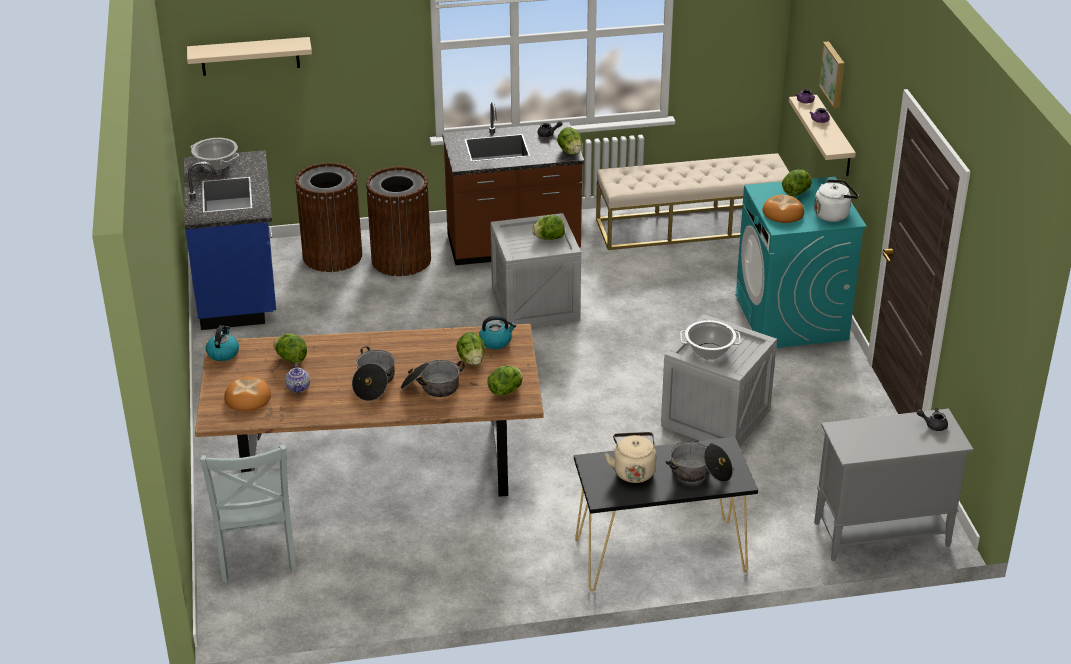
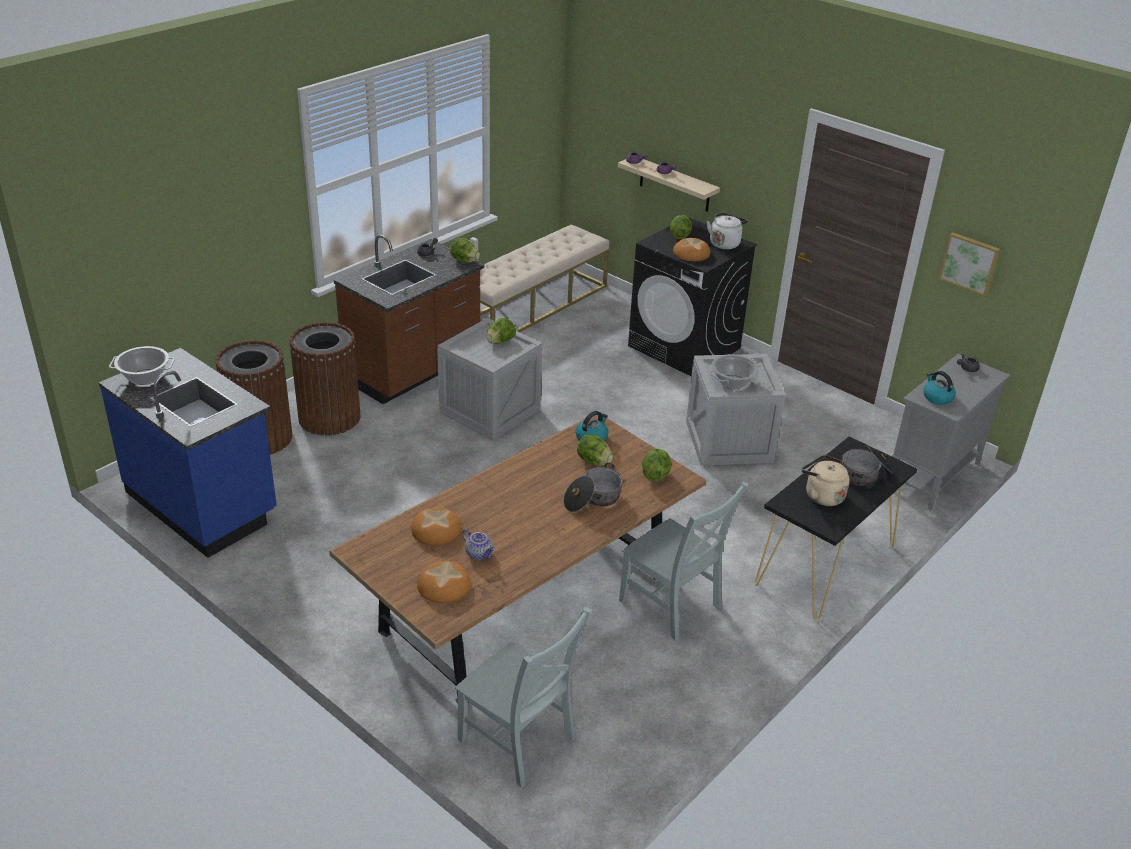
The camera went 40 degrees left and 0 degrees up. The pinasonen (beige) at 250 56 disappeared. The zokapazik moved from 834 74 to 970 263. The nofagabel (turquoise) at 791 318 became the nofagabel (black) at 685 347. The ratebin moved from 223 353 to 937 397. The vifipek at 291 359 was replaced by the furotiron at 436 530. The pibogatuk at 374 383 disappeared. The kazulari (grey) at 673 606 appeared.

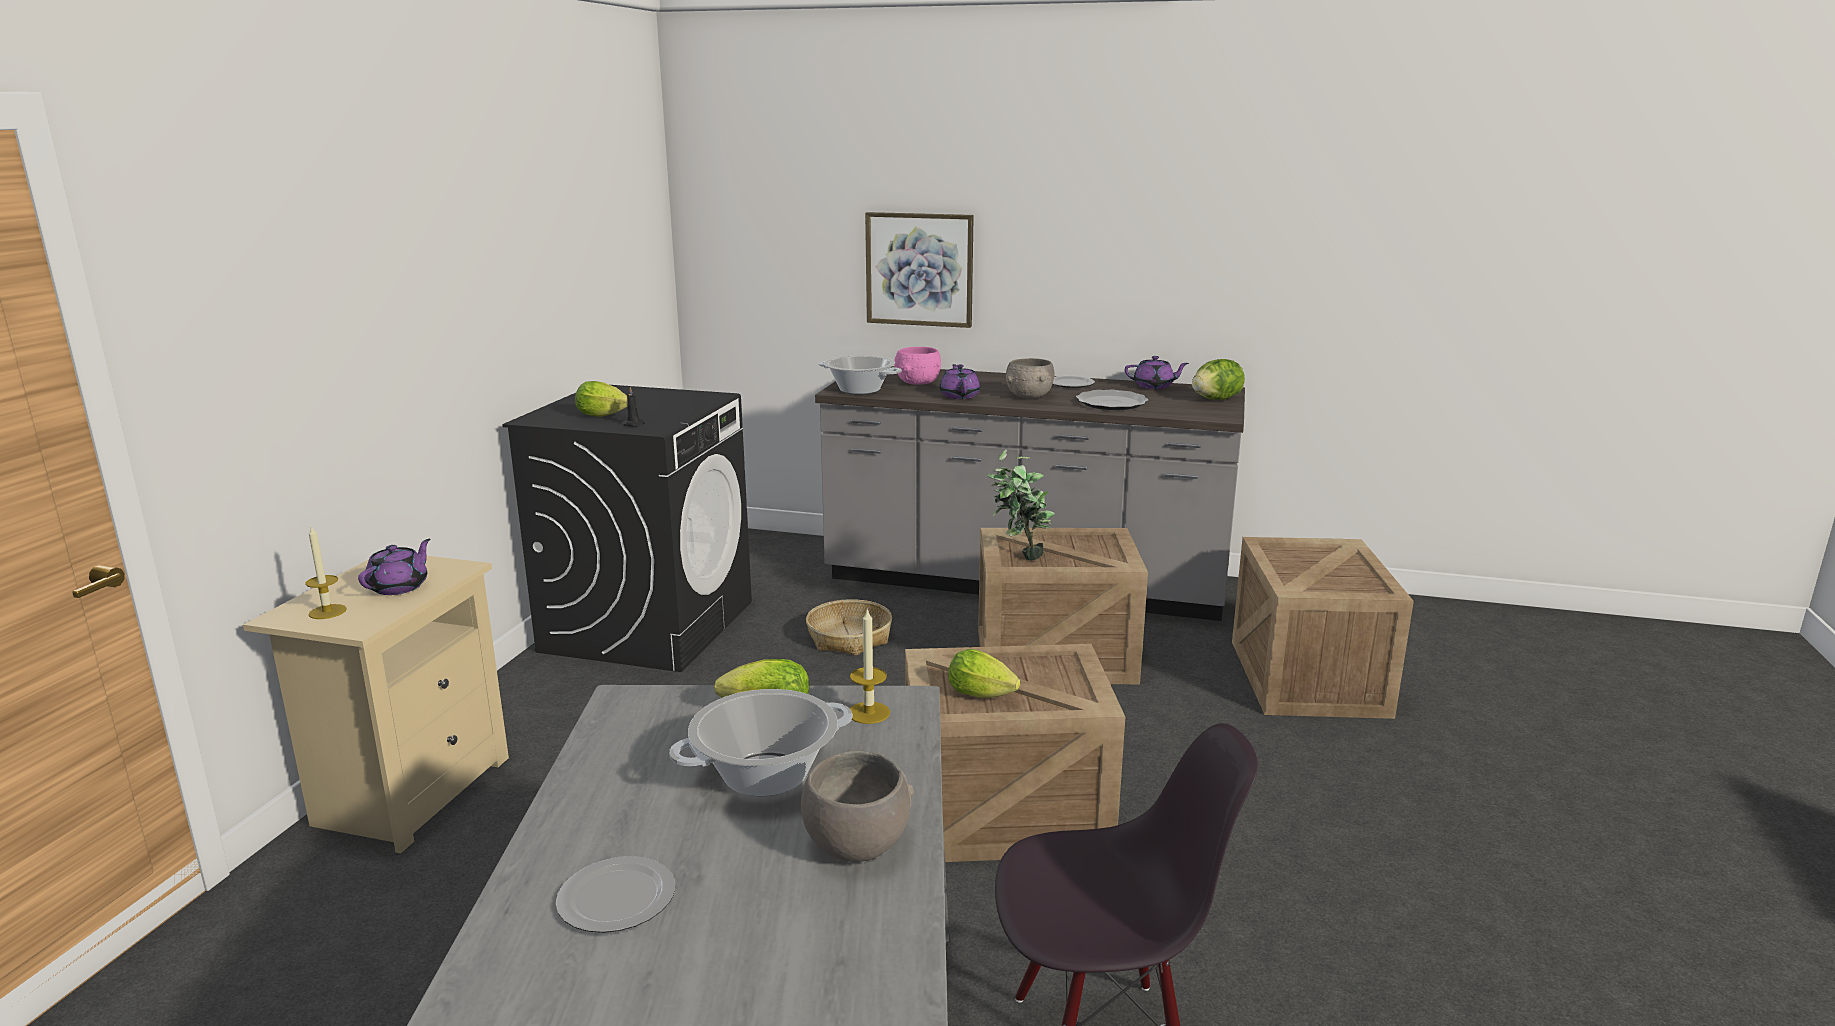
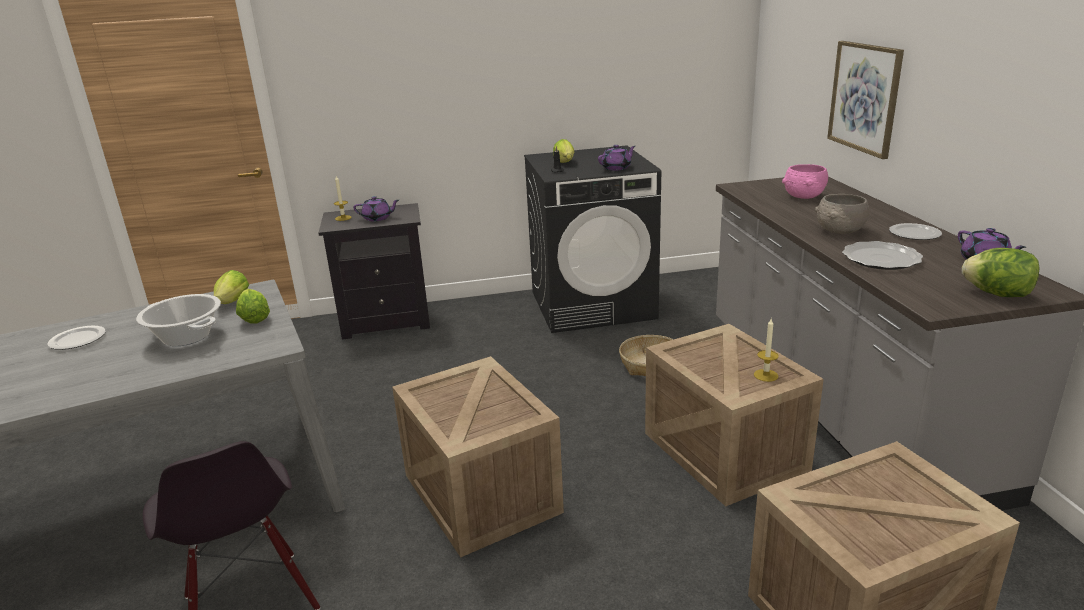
The camera went 65 degrees right and 5 degrees up. The pibogatuk at 860 390 disappeared. The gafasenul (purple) moved from 959 396 to 616 168. The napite at 1019 557 disappeared. The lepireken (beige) at 409 792 became the lepireken (black) at 387 321. The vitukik moved from 869 713 to 766 375. The vifipek moved from 984 696 to 231 303. The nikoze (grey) at 856 842 disappeared.

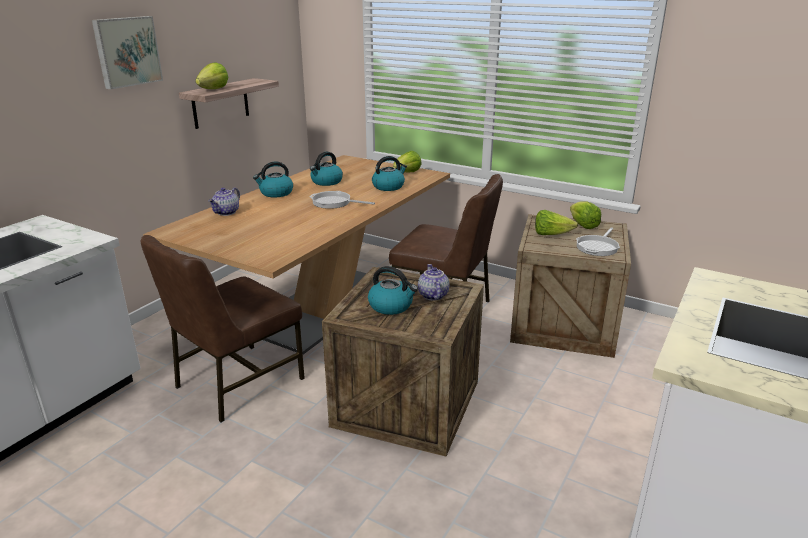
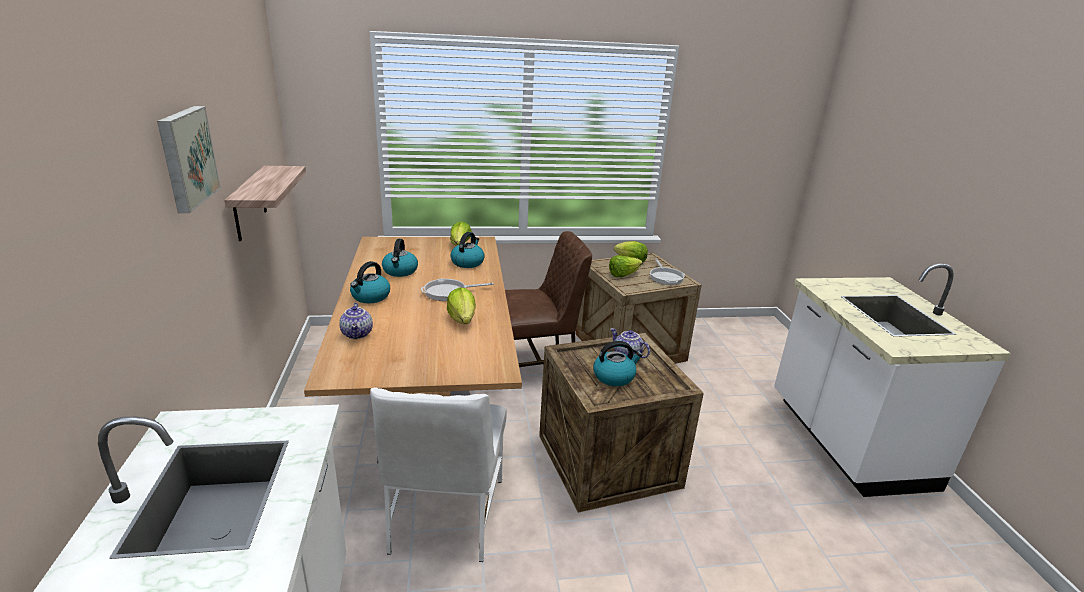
The camera went 40 degrees left and 0 degrees up. The vifipek moved from 213 89 to 462 320. The kazulari (brown) at 237 382 became the kazulari (white) at 445 516.

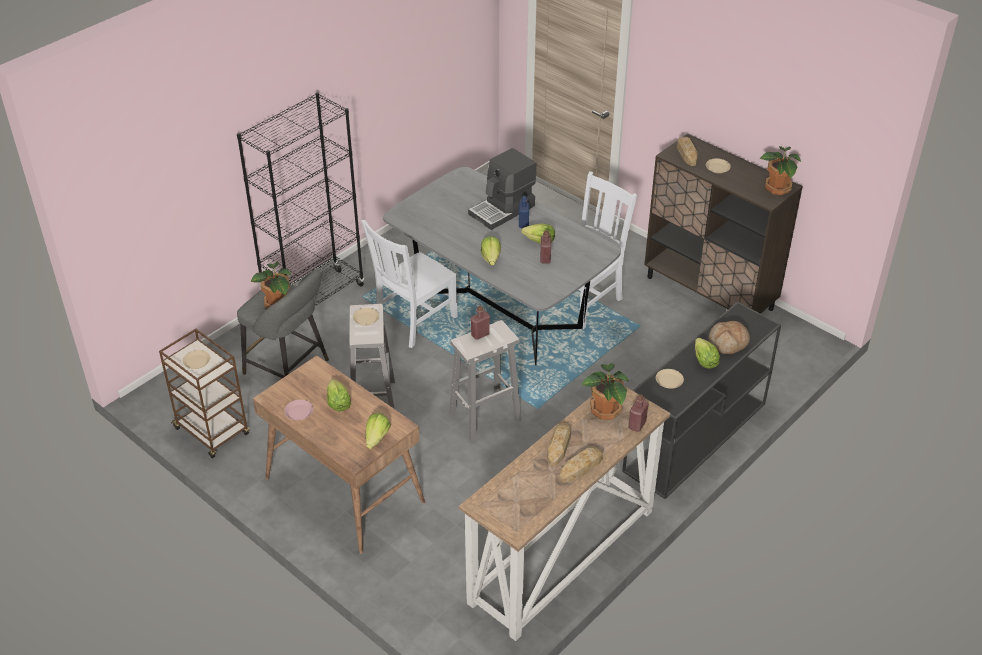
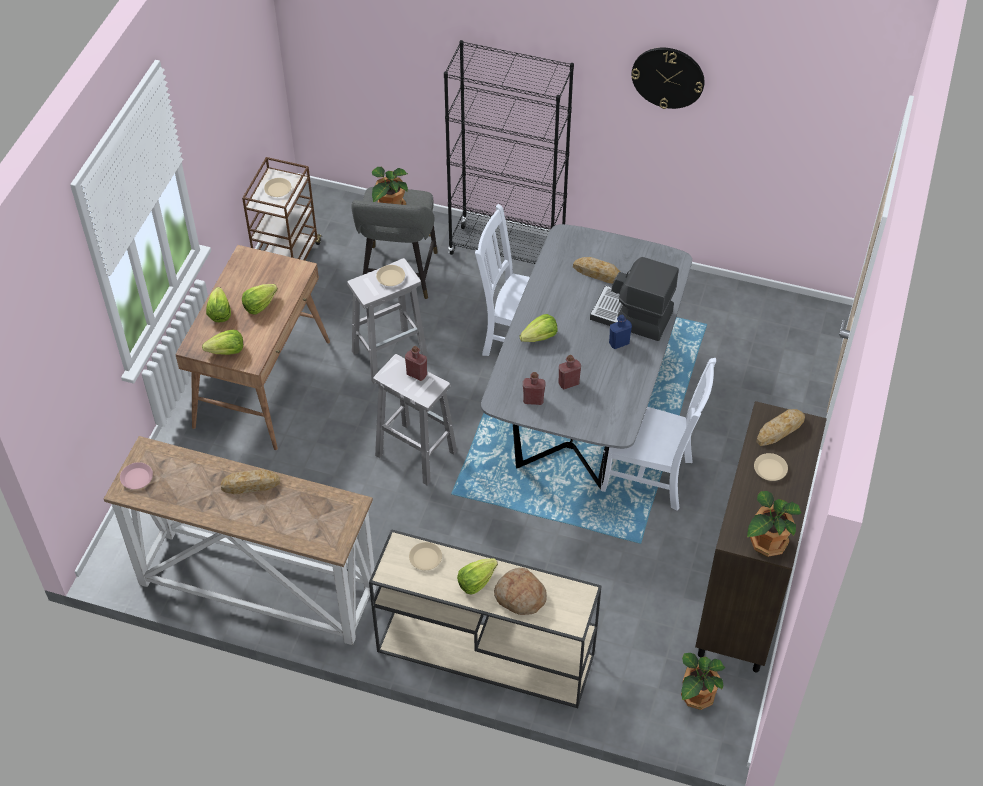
The camera went 65 degrees right and 10 degrees up. The vifipek moved from 539 241 to 219 313. The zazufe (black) at 694 438 became the zazufe (beige) at 483 653. The napite moved from 605 411 to 696 696. The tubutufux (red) moved from 637 425 to 533 400. The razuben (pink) moved from 299 412 to 137 478. The furotiron moved from 581 467 to 597 273. The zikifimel at 668 77 appeared.

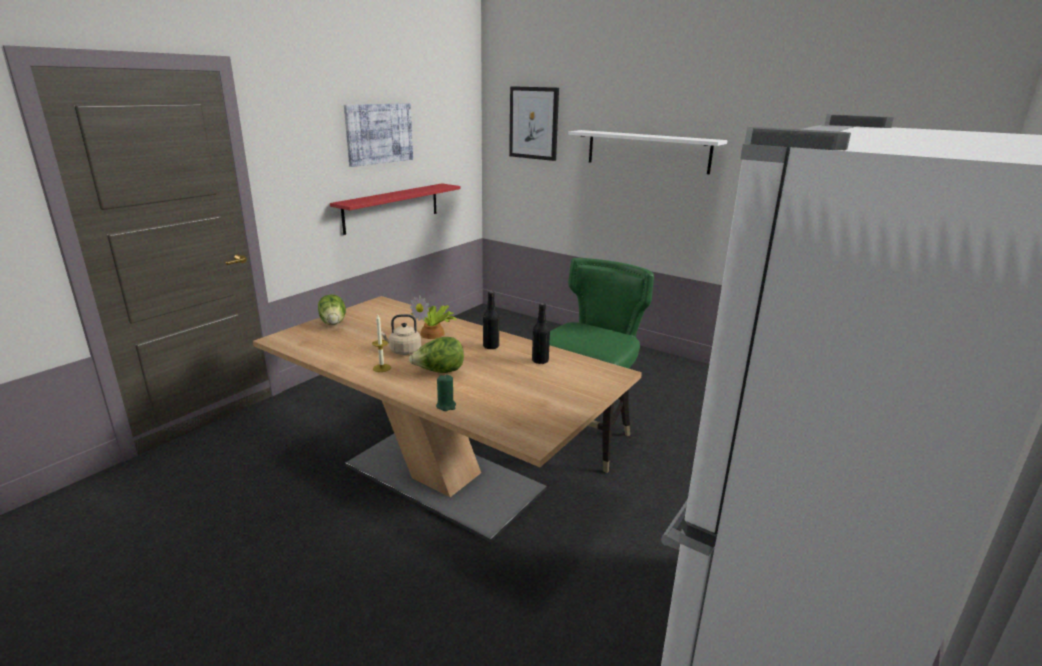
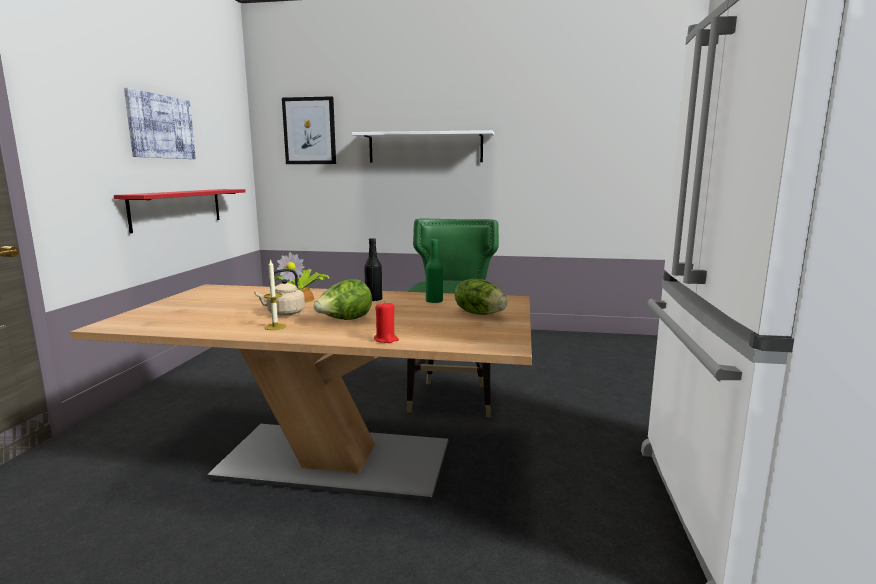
The camera went 25 degrees left and 10 degrees down. The vifipek moved from 334 322 to 480 313. The tubutufux (black) at 540 361 became the tubutufux (green) at 434 301. The vitukik (green) at 446 406 became the vitukik (red) at 386 339.

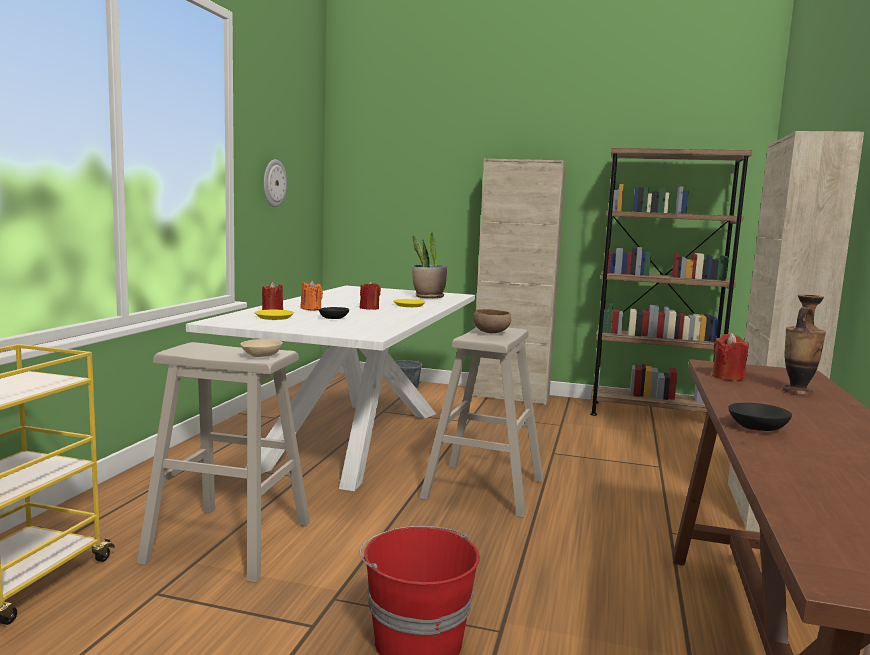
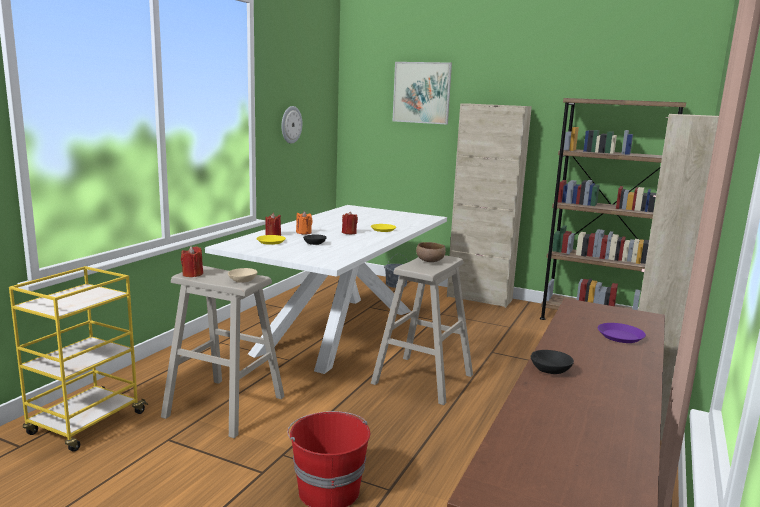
The camera went 10 degrees right and 5 degrees up. The napite at 428 297 disappeared. The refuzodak at 797 391 was replaced by the razuben (purple) at 620 336. The vitukik (red) moved from 728 377 to 192 274. The zokapazik at 421 92 appeared.

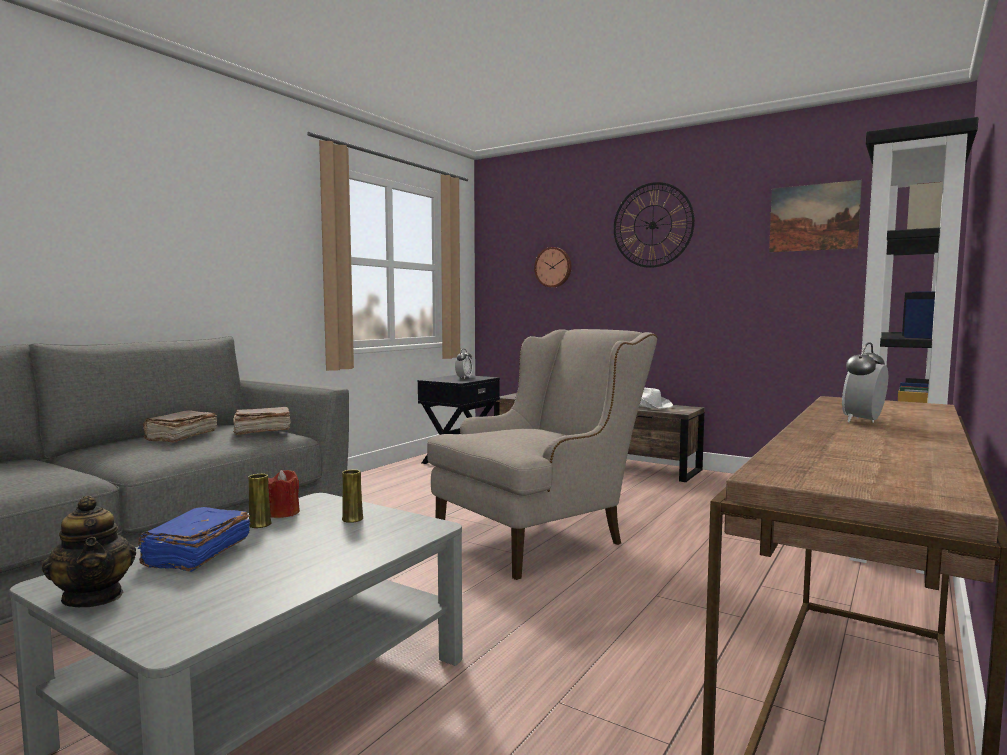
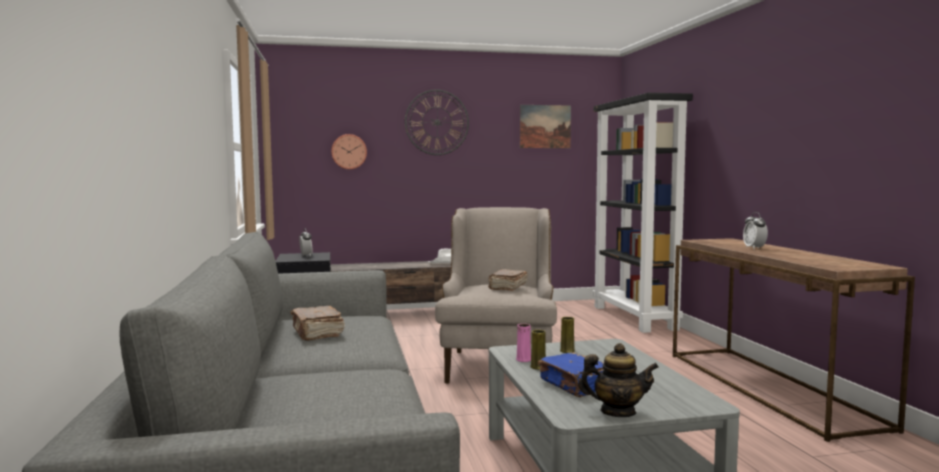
The camera went 45 degrees left and 0 degrees up. The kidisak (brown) moved from 261 431 to 507 287. The vitukik (red) at 284 513 was replaced by the refuzodak (pink) at 523 359.

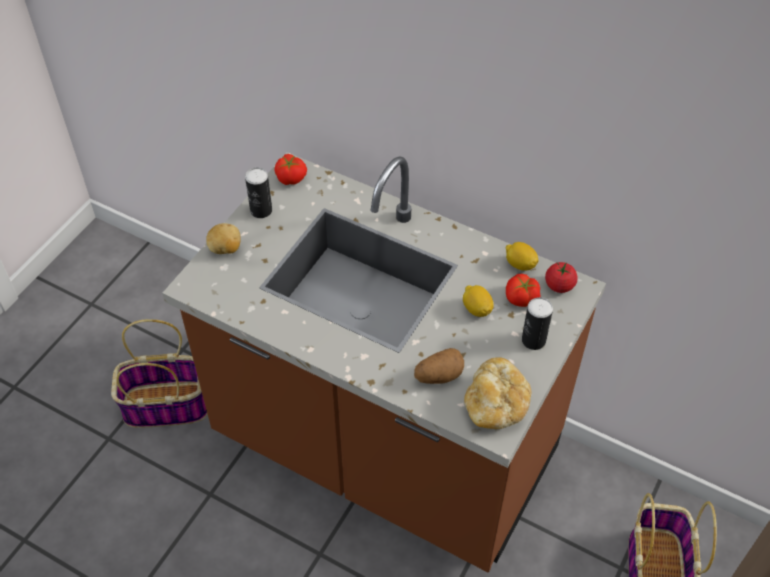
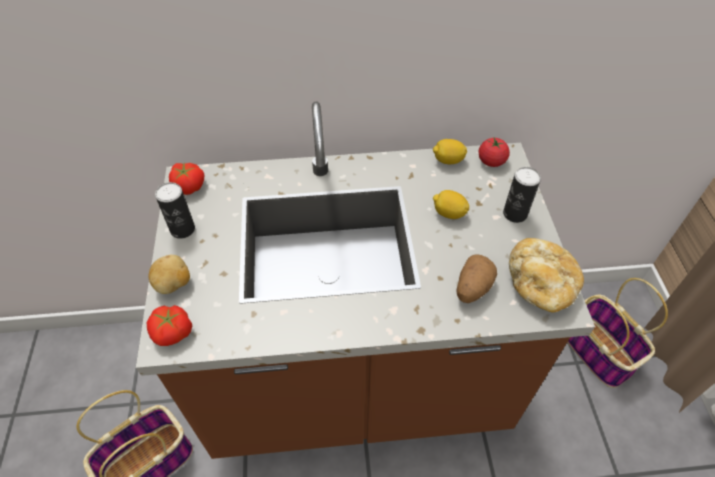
The camera went 35 degrees left and 0 degrees up. The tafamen moved from 521 298 to 173 332.

